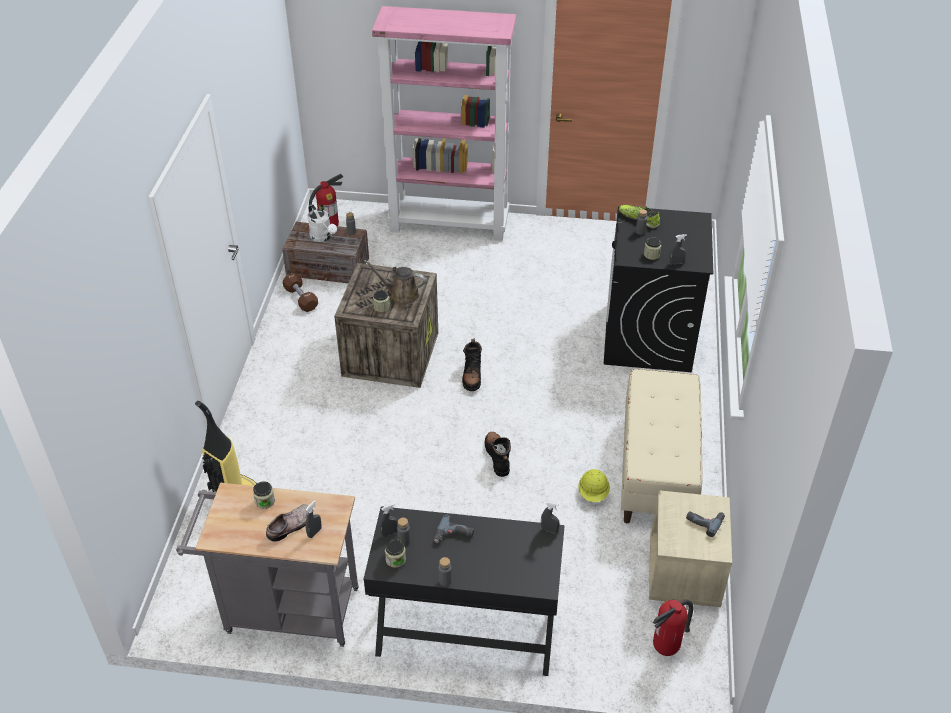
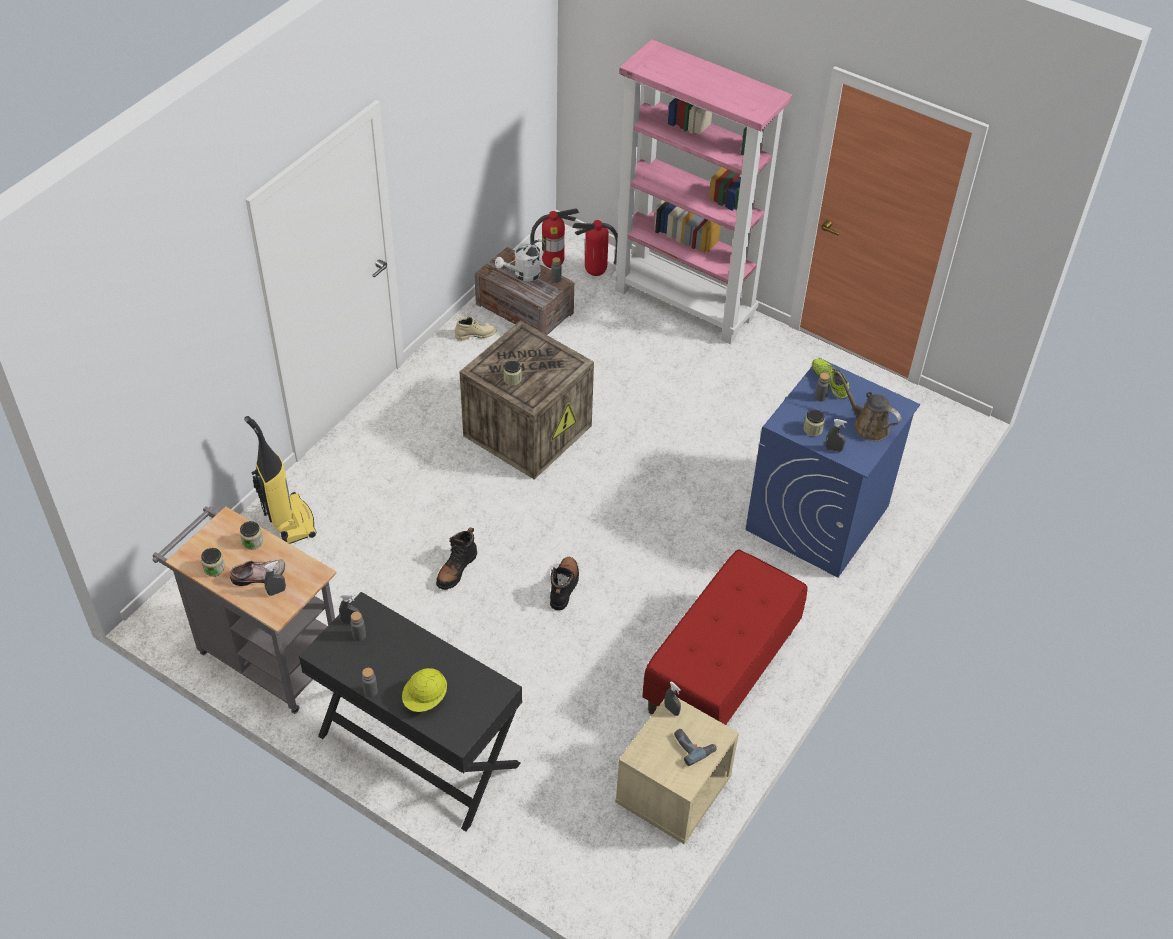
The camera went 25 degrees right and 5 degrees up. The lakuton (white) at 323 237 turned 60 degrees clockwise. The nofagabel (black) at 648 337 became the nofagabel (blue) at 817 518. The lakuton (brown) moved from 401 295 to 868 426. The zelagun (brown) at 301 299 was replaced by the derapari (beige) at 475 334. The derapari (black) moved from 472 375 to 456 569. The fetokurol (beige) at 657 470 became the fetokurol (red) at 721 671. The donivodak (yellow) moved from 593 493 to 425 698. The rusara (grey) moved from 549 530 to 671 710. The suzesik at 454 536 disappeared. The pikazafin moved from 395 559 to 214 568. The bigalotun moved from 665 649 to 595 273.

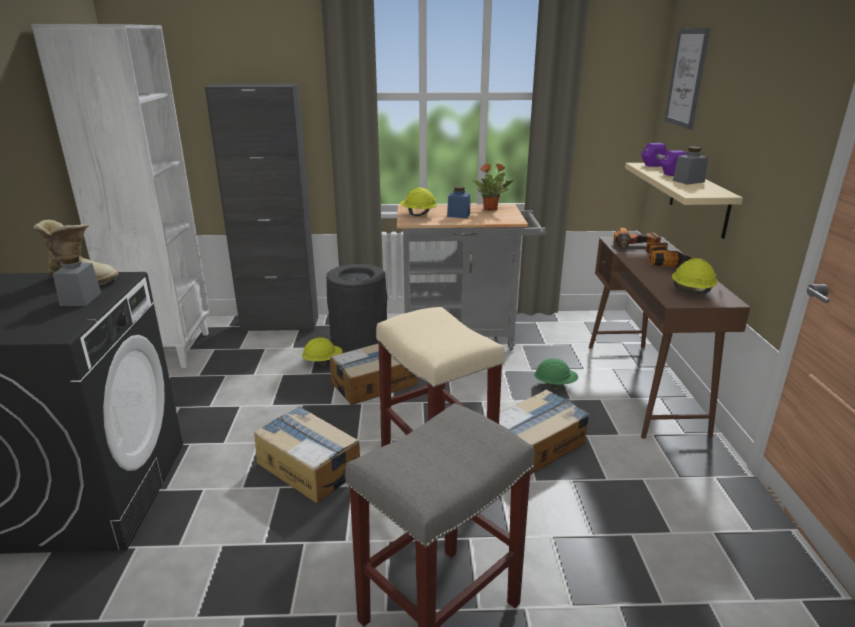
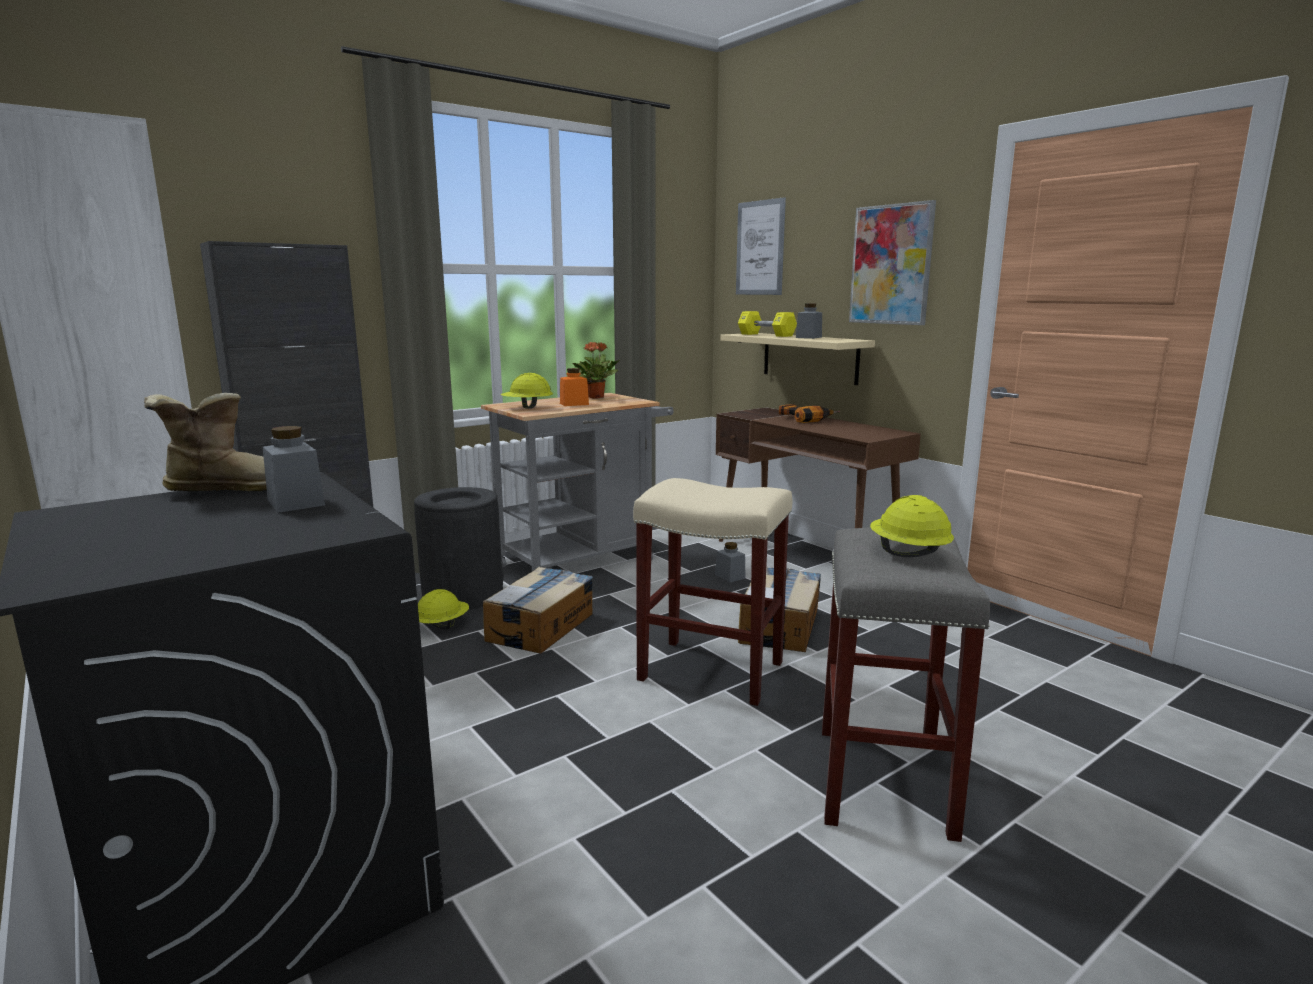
The camera went 35 degrees left and 10 degrees down. The zelagun (purple) at 662 170 became the zelagun (yellow) at 766 335. The pikazafin (blue) at 458 215 became the pikazafin (orange) at 574 404. The suzesik at 636 246 disappeared. The donivodak (yellow) moved from 691 291 to 908 554. The donivodak (green) at 555 385 was replaced by the pikazafin (grey) at 730 576. The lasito at 309 466 disappeared. The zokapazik at 891 265 appeared.

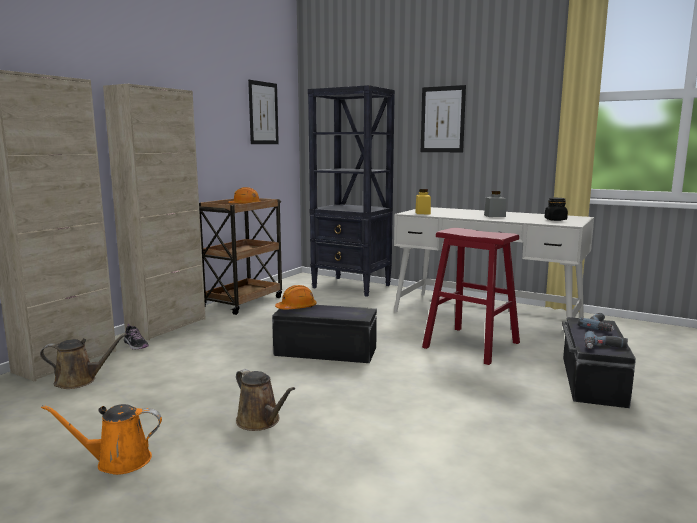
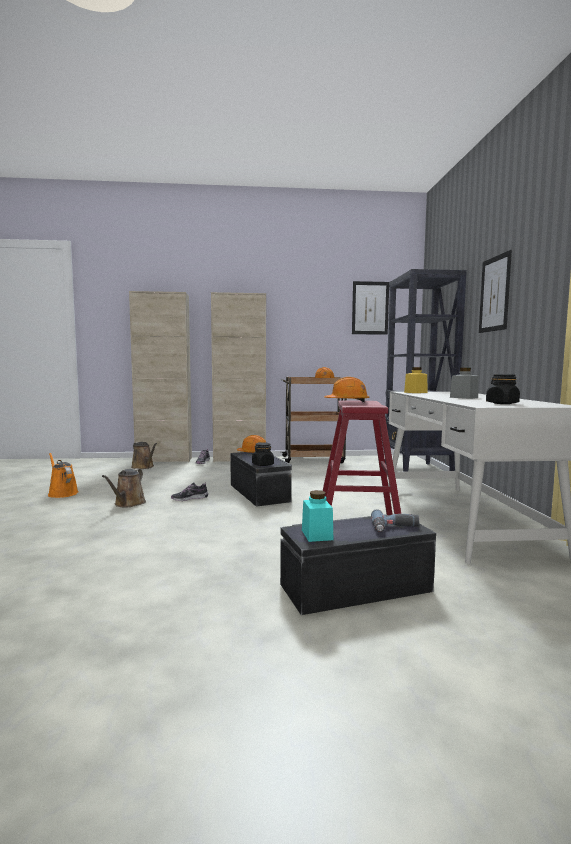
The camera went 55 degrees right and 5 degrees down. The suzesik at 604 347 was replaced by the pikazafin (turquoise) at 317 535. The donivodak (orange) at 347 402 appeared. The pikazafin (black) at 263 464 appeared. The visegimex at 189 498 appeared.

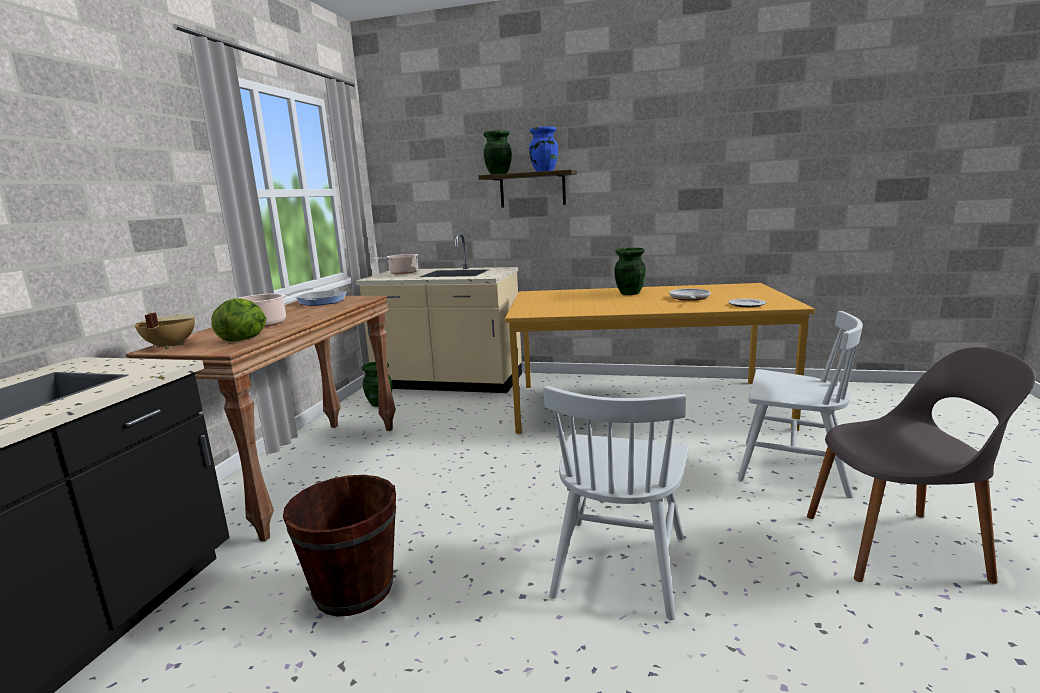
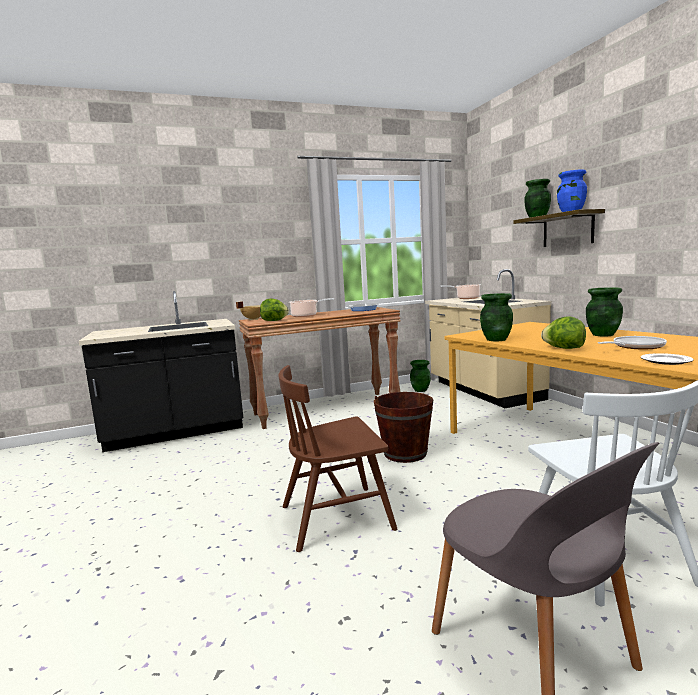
The camera went 55 degrees right and 5 degrees down. The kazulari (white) at 619 565 became the kazulari (brown) at 337 517. The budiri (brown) moved from 354 589 to 405 453. The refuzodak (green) at 496 339 appeared. The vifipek at 564 348 appeared.

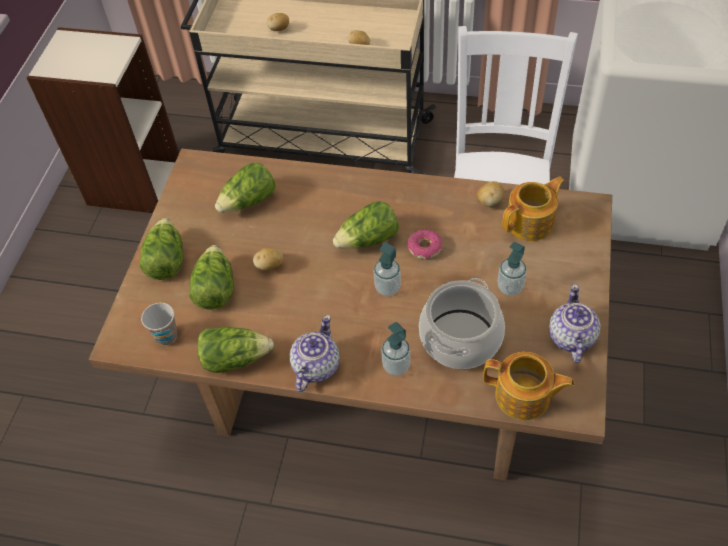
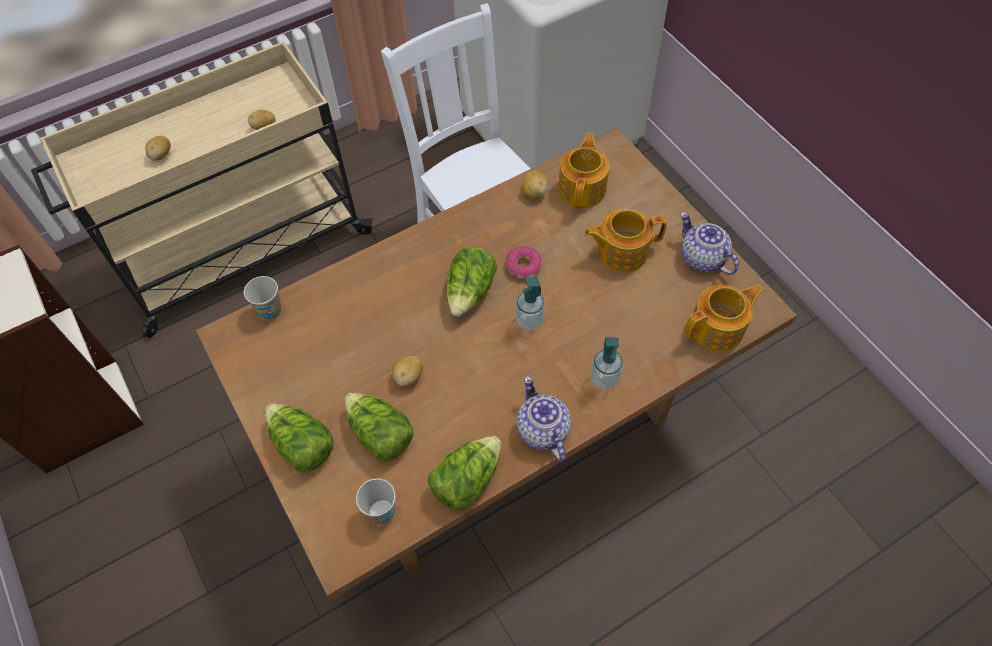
The camera went 45 degrees left and 5 degrees up. The vifipek at 249 202 disappeared. The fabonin at 510 287 was replaced by the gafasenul at 621 251. The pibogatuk at 460 338 disappeared. The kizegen at 270 311 appeared.

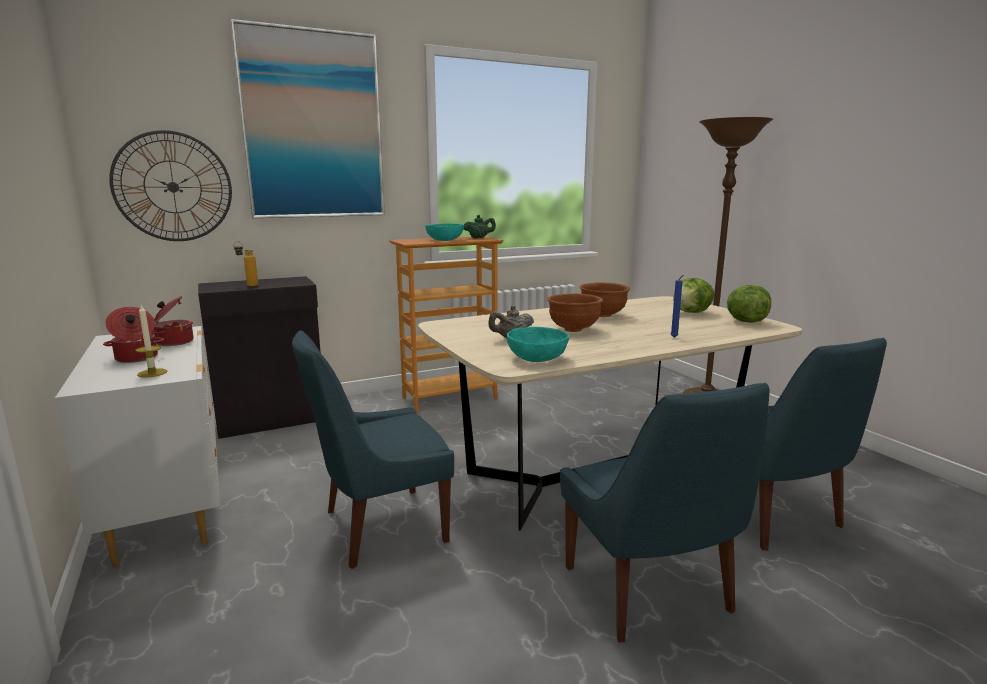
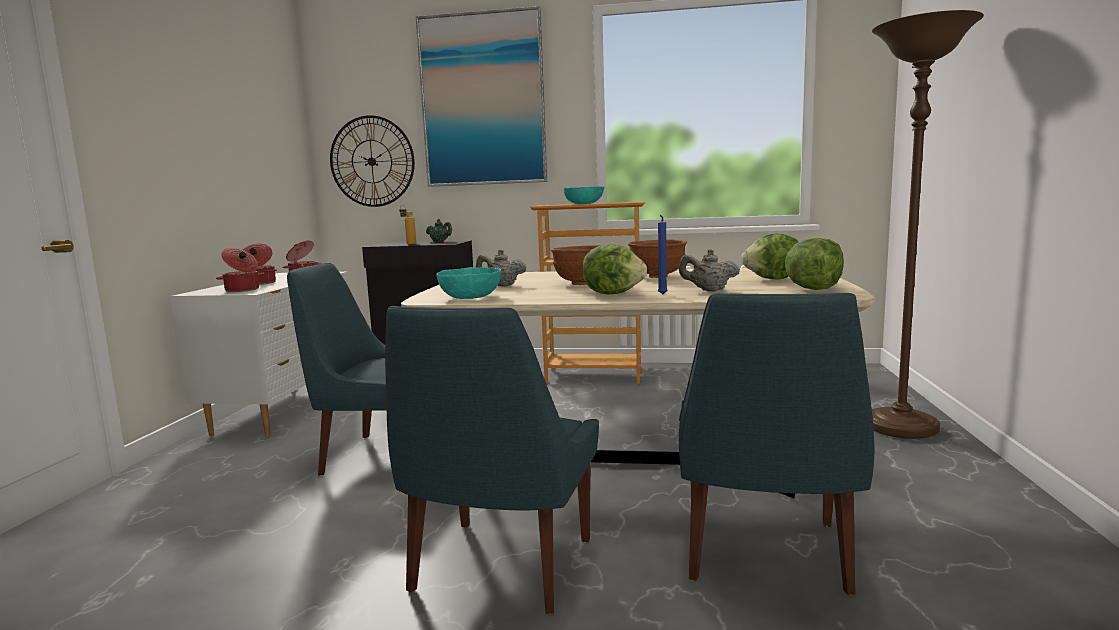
The camera went 35 degrees right and 5 degrees down. The gafasenul (green) moved from 479 238 to 440 241. The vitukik at 152 373 was replaced by the pibogatuk at 242 290. The vifipek at 613 294 appeared. The gafasenul (beige) at 708 290 appeared.

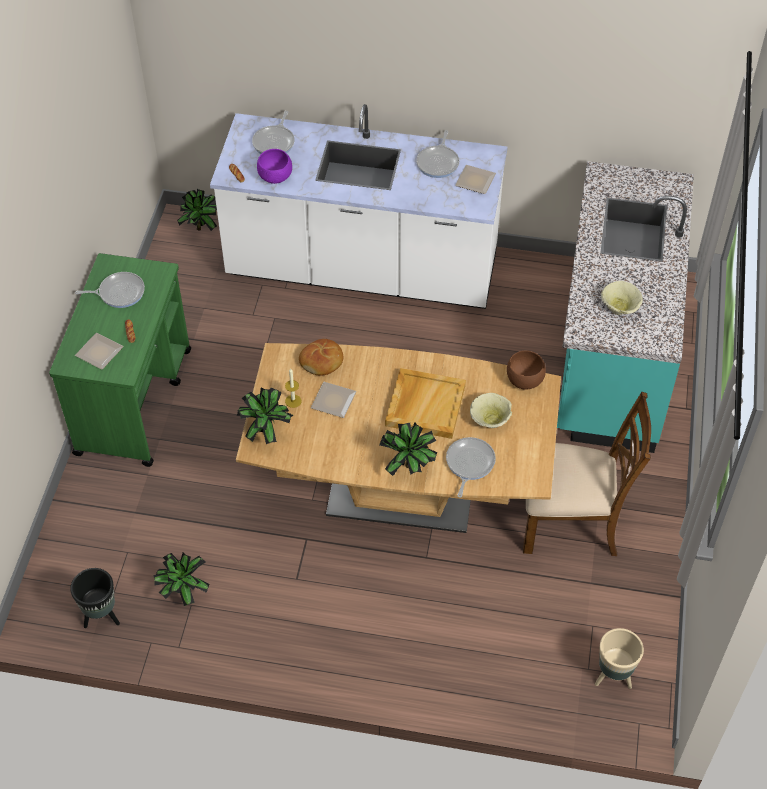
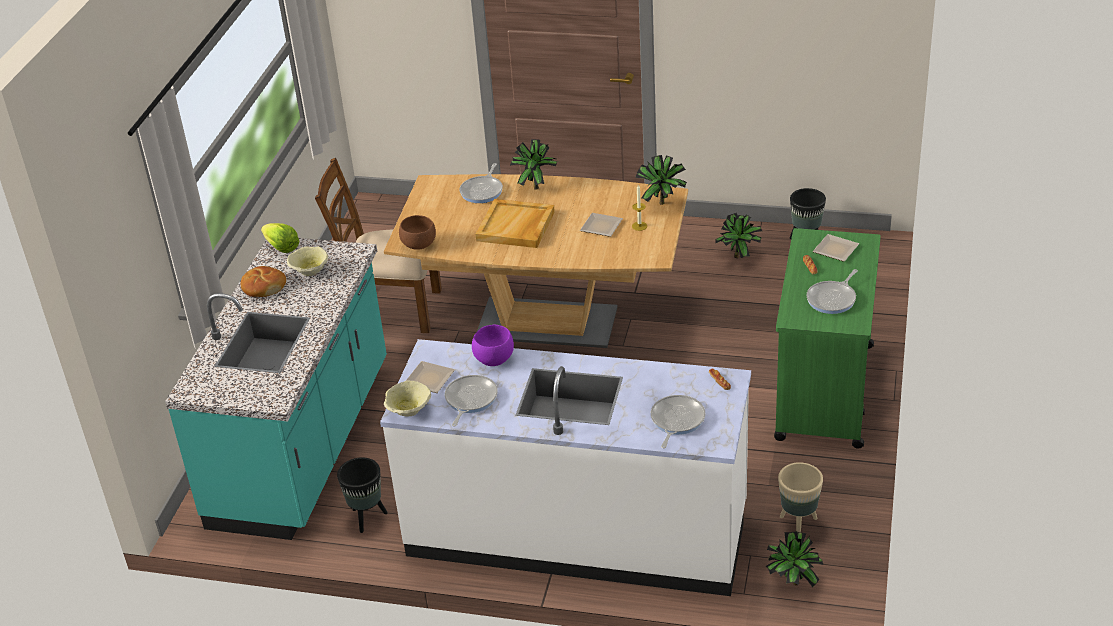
The camera went 175 degrees left and 15 degrees down. The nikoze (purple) moved from 276 178 to 493 360. The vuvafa at 119 292 turned 45 degrees counterclockwise. The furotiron moved from 322 362 to 263 287. The nikoze (beige) moved from 490 419 to 409 411. The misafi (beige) moved from 613 677 to 798 524. The vifipek at 281 248 appeared. The misafi (black) at 366 518 appeared.

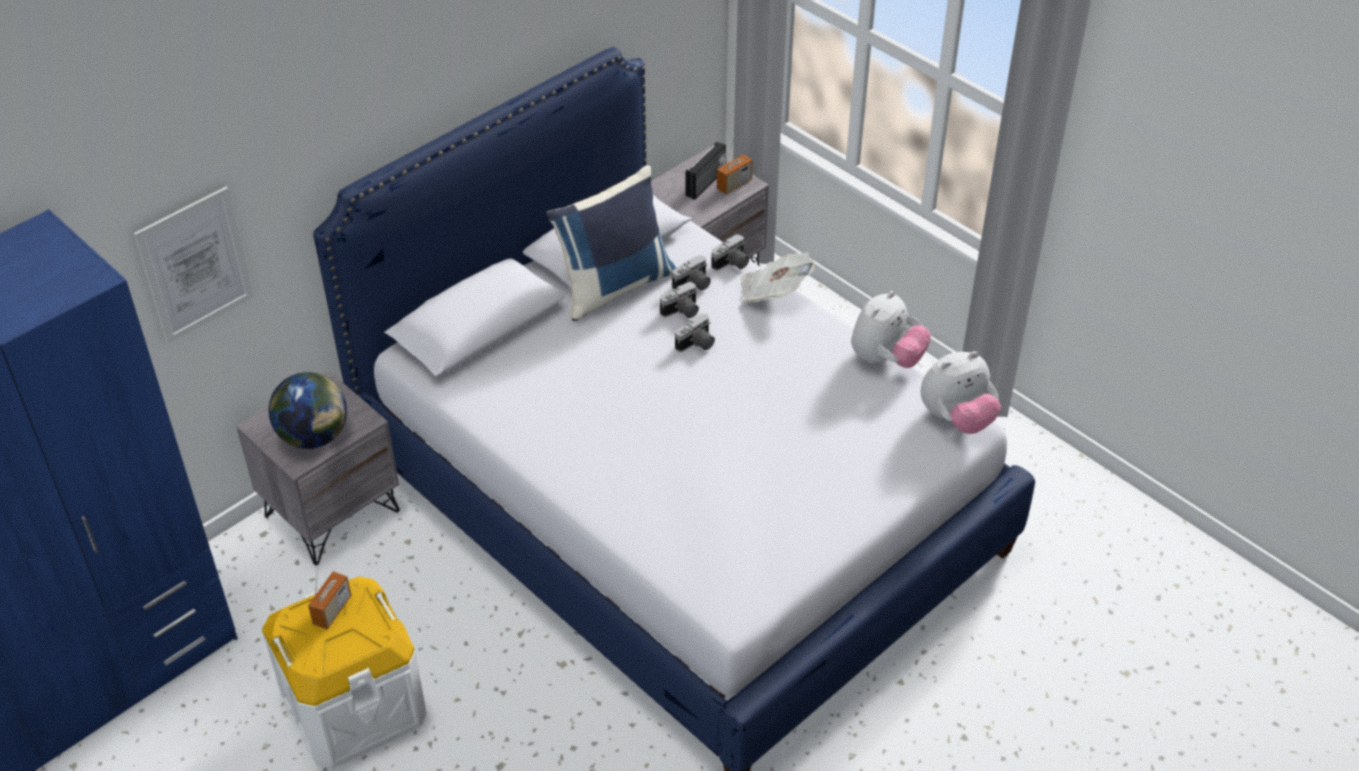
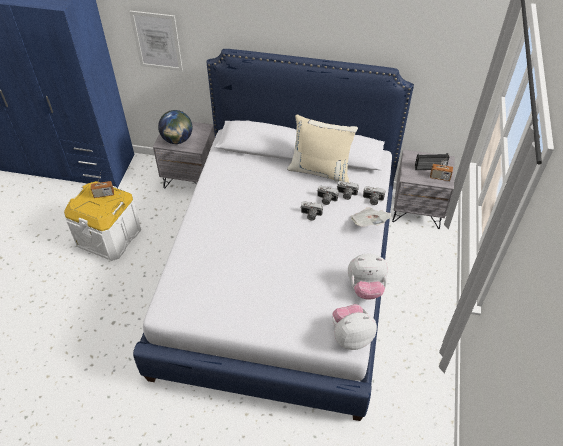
The camera went 55 degrees right and 5 degrees up. The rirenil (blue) at 614 286 became the rirenil (beige) at 320 170. The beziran at 956 419 turned 135 degrees clockwise.

